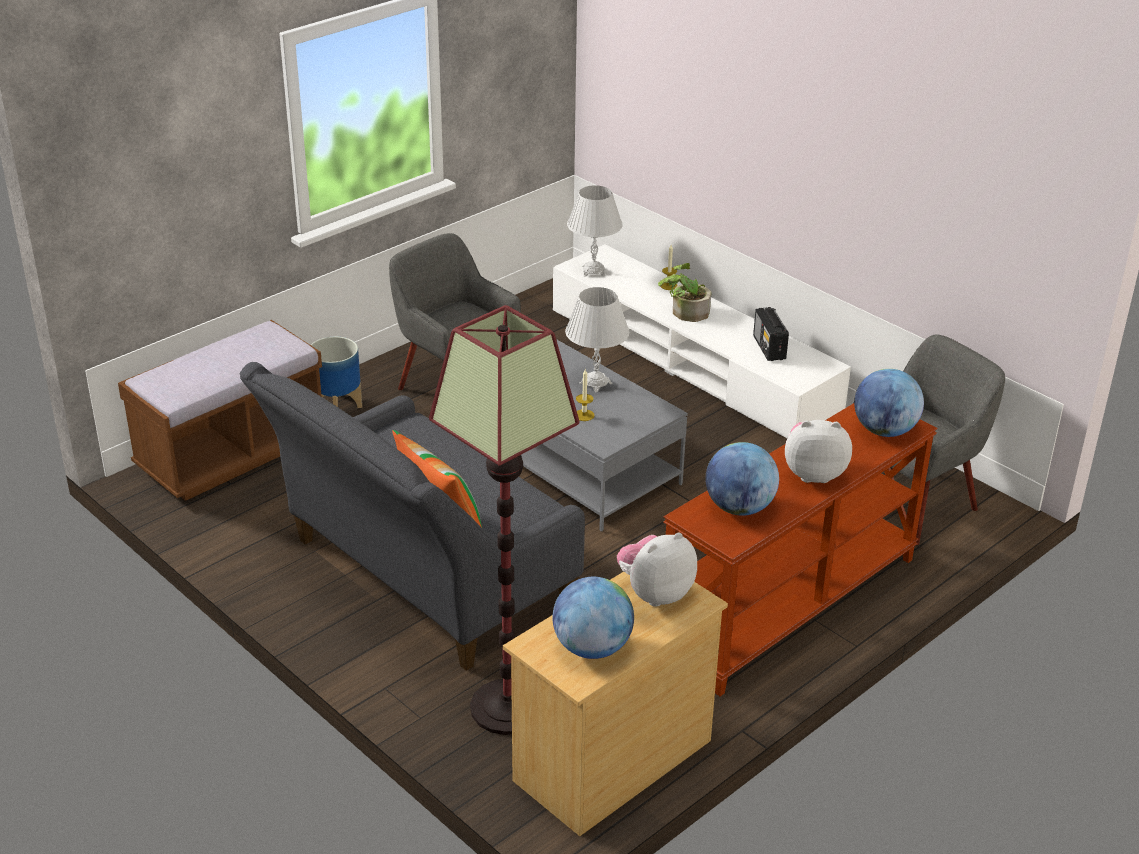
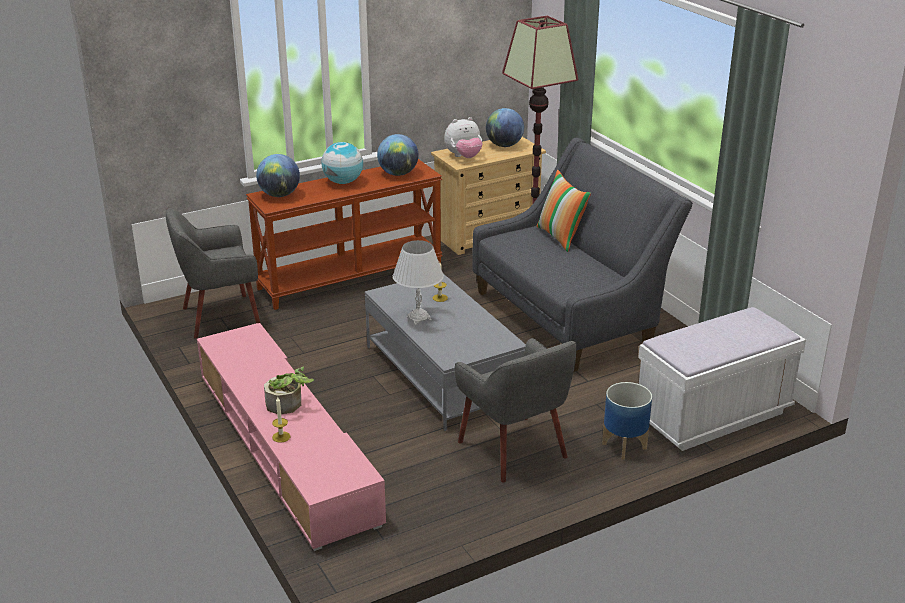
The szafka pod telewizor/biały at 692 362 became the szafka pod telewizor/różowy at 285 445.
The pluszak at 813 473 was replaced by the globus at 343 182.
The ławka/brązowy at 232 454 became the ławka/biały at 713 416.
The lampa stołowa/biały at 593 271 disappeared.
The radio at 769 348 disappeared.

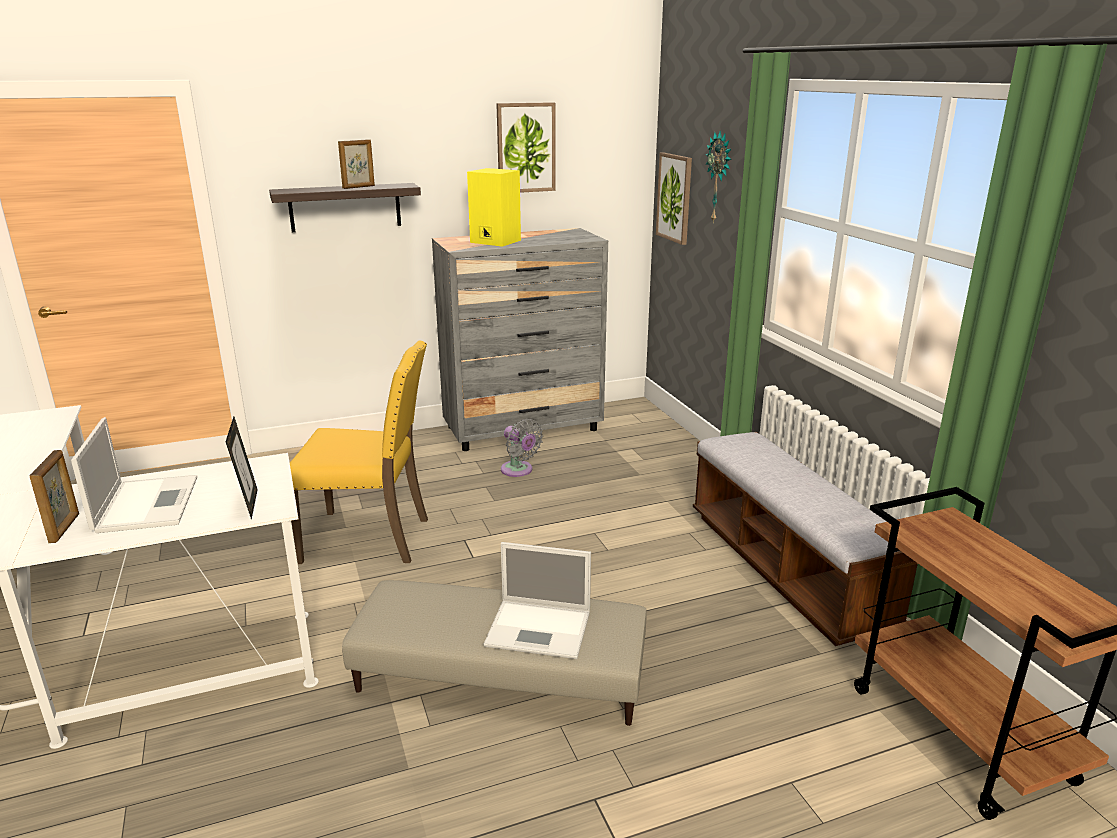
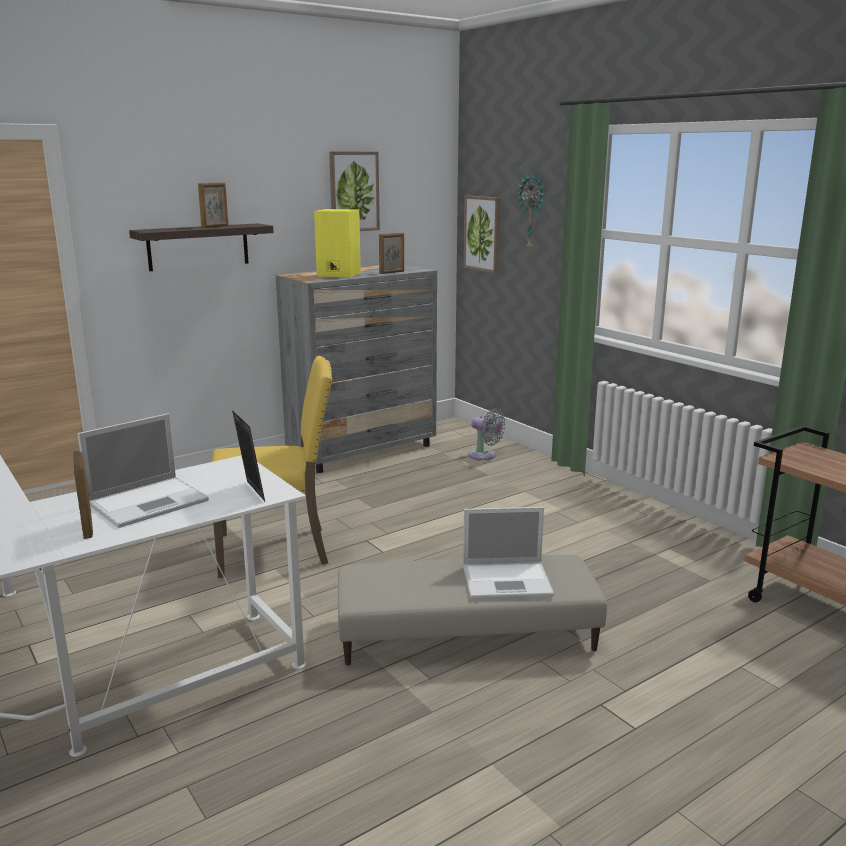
The laptop at 147 503 turned 75 degrees clockwise.
The ramka na zdjęcie at 392 272 appeared.
The wentylator/szary moved from 518 471 to 484 456.
The ławka at 786 568 disappeared.

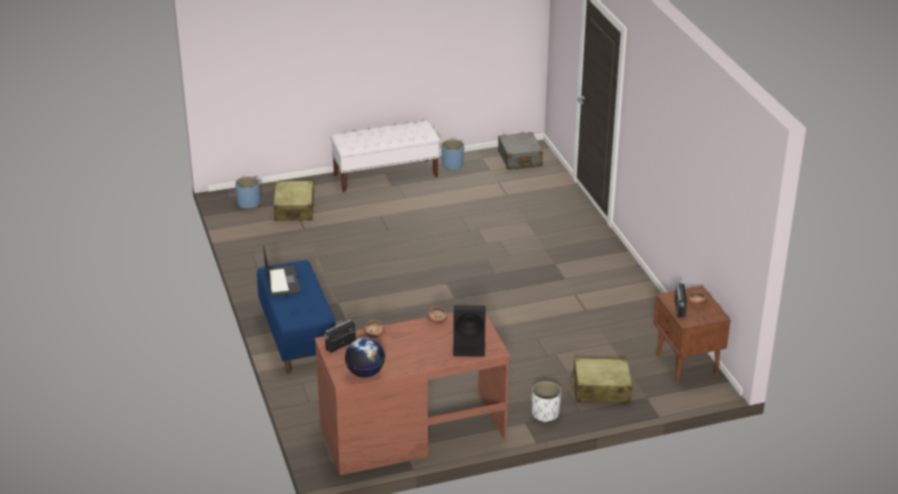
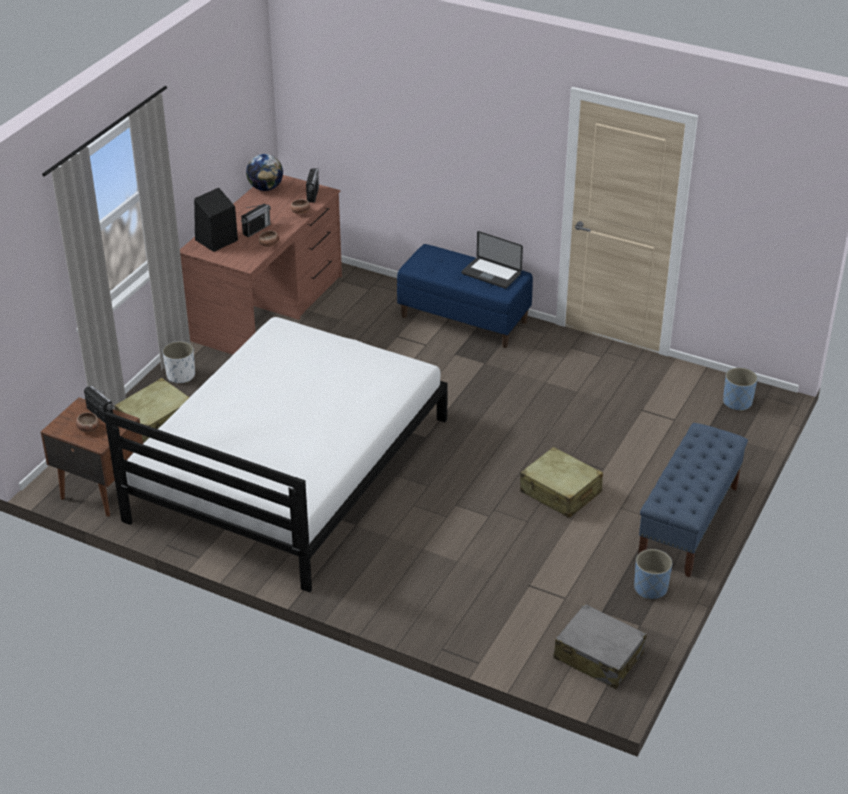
The łóżko/biały at 289 469 appeared.
The radio at 256 229 appeared.
The walizka/beżowy moved from 294 209 to 560 492.
The ławka/biały at 386 175 became the ławka/niebieski at 688 523.

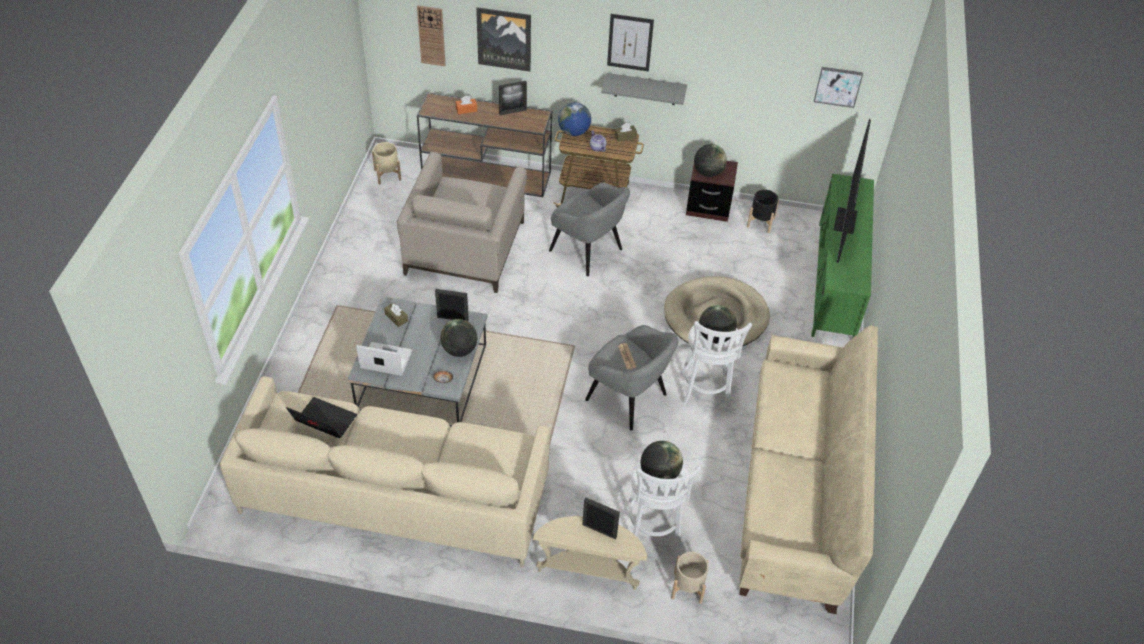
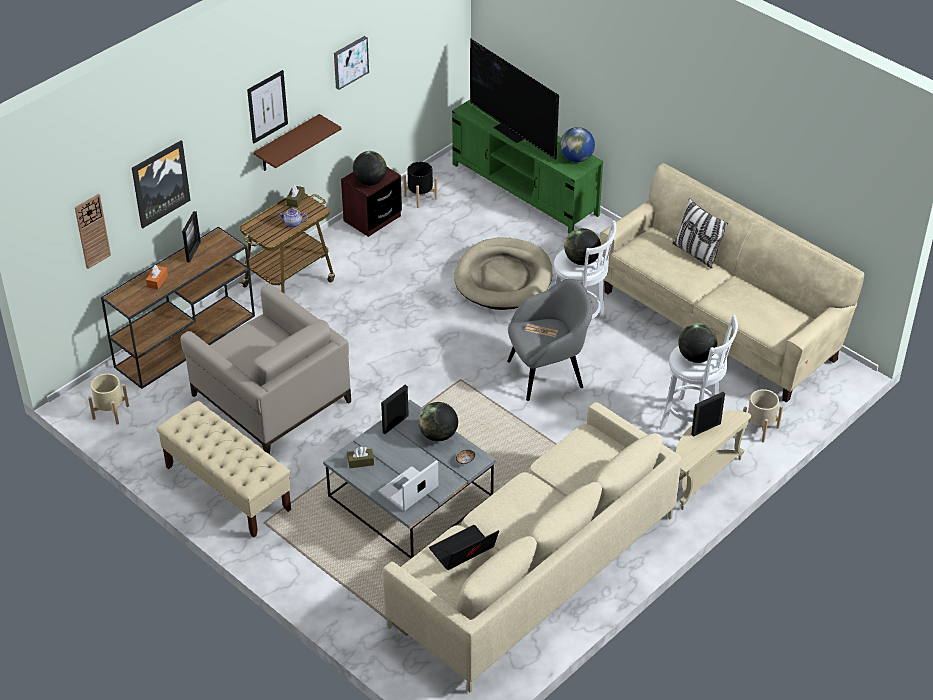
The ławka/beżowy at 227 488 appeared.
The półka/szary at 645 89 became the półka/brązowy at 287 144.
The obraz moved from 838 86 to 350 62.
The globus moved from 574 132 to 576 158.
The poduszka at 696 253 appeared.
The fotel/szary at 587 251 disappeared.

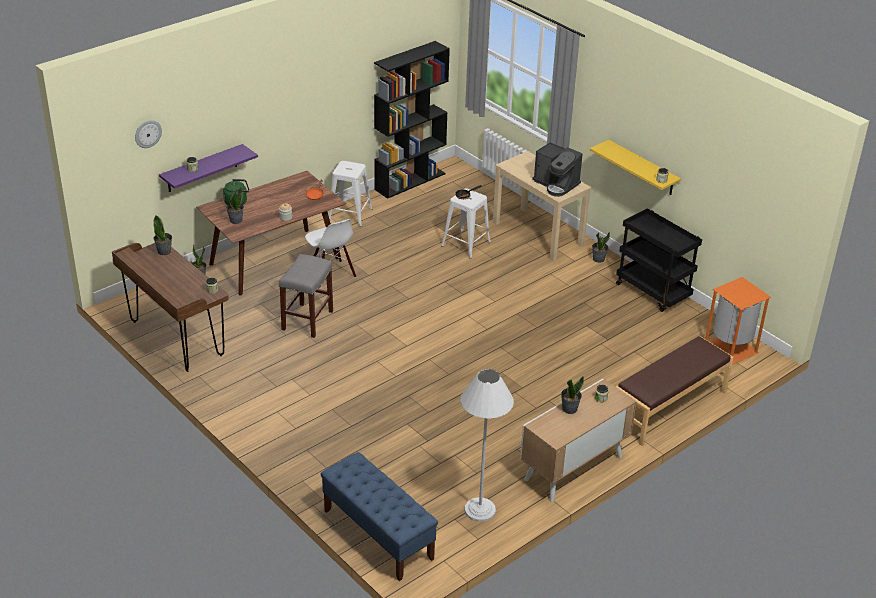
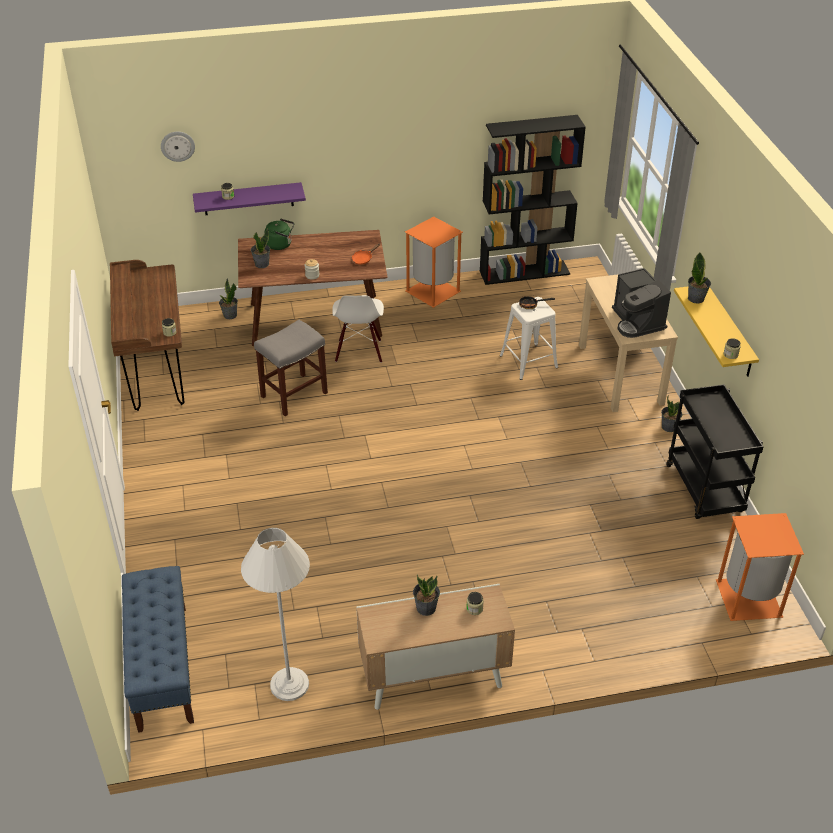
The stołek/biały at 350 214 was replaced by the kosz na śmieci/pomarańczowy at 432 291.
The roślina doniczkowa moved from 164 251 to 696 298.
The ławka/brązowy at 669 408 disappeared.

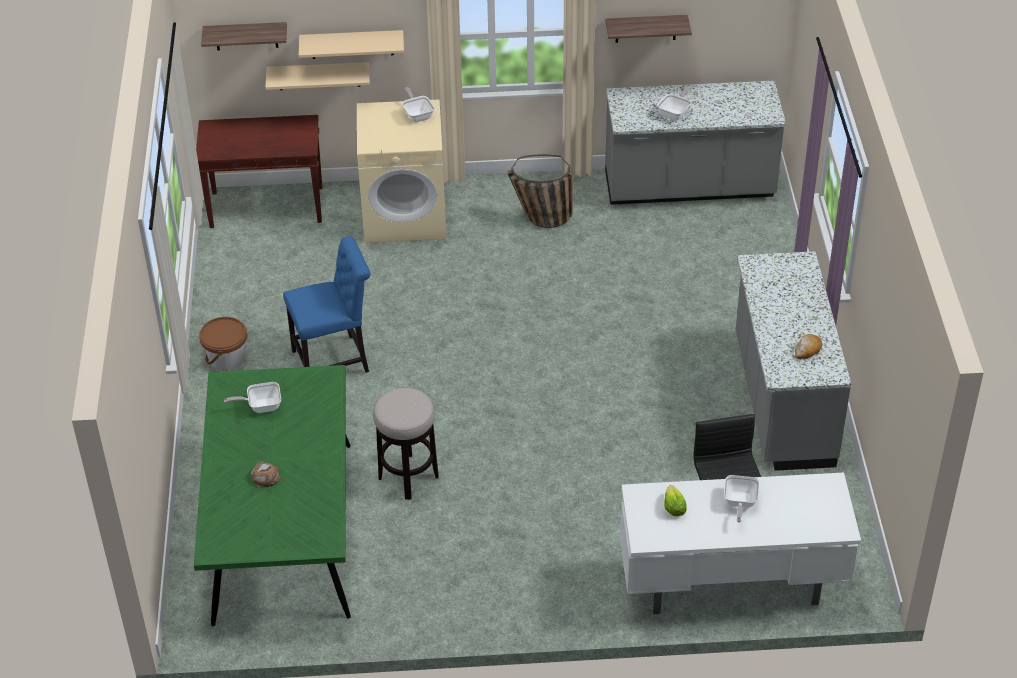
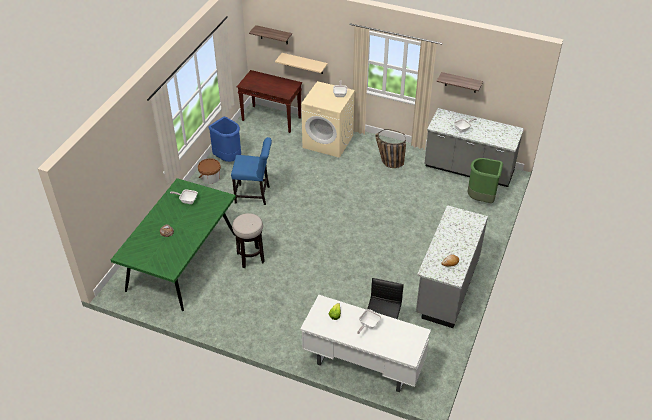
The kosz na śmieci/niebieski at 228 158 appeared.
The kosz na śmieci/zielony at 481 199 appeared.
The półka/beżowy at 352 44 disappeared.

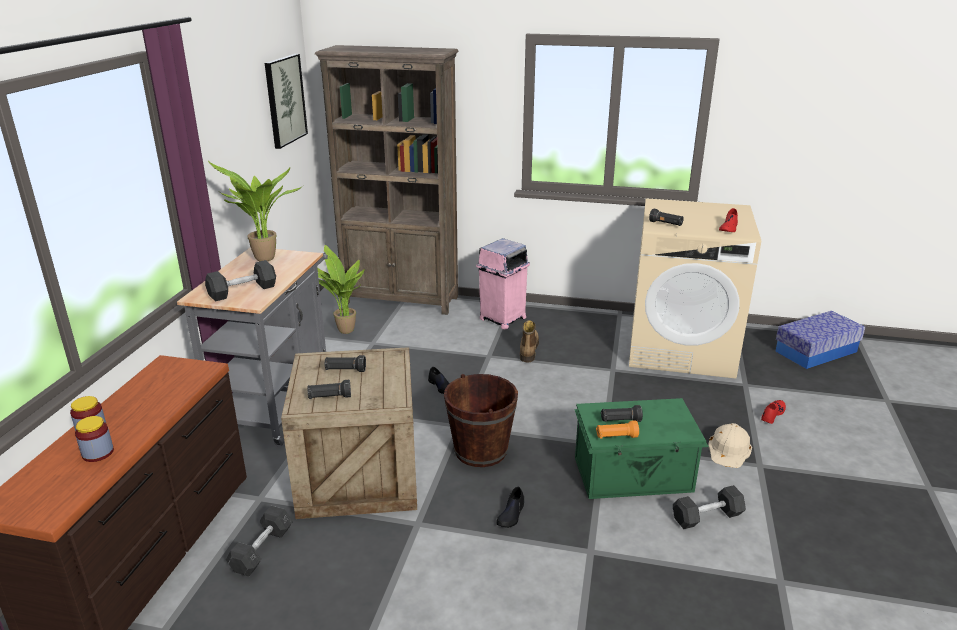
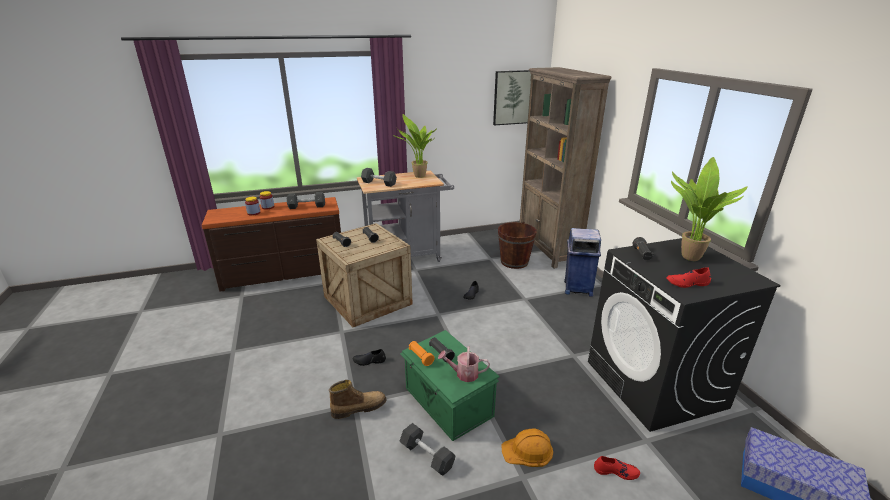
The hantel/szary moved from 262 550 to 307 206.
The but z cholewką moved from 528 350 to 359 408.
The konewka at 463 374 appeared.
The wiadro/brązowy moved from 481 450 to 514 262.
The kask/beżowy at 729 450 became the kask/pomarańczowy at 528 451.
The kosz na śmieci/różowy at 502 319 became the kosz na śmieci/niebieski at 577 288.
The pralka/beżowy at 681 349 became the pralka/czarny at 655 384.
The roślina doniczkowa moved from 343 331 to 687 257.

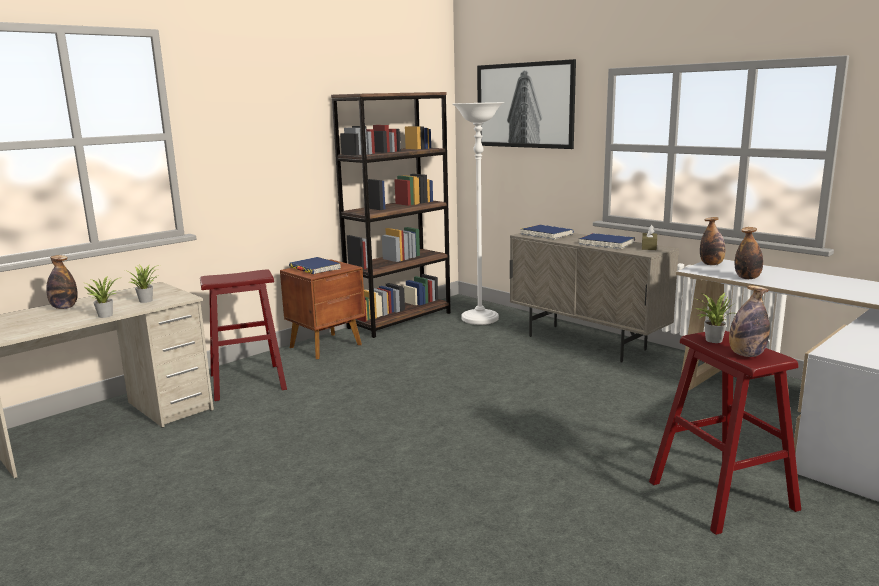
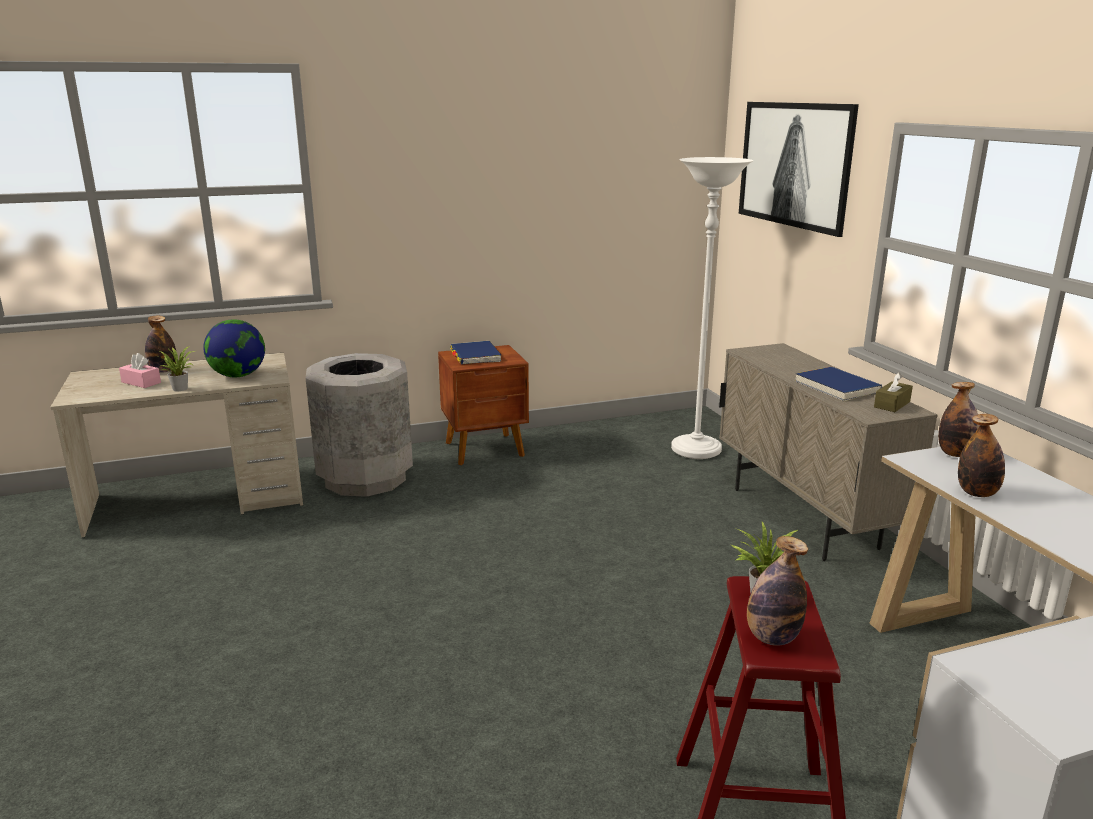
The pudełko chusteczek/różowy at 141 382 appeared.
The roślina doniczkowa at 147 300 was replaced by the globus at 238 375.
The stołek/czerwony at 248 382 was replaced by the kosz na śmieci/szary at 366 478.
The regał/brązowy at 400 320 disappeared.
The książka/niebieski at 546 234 disappeared.

